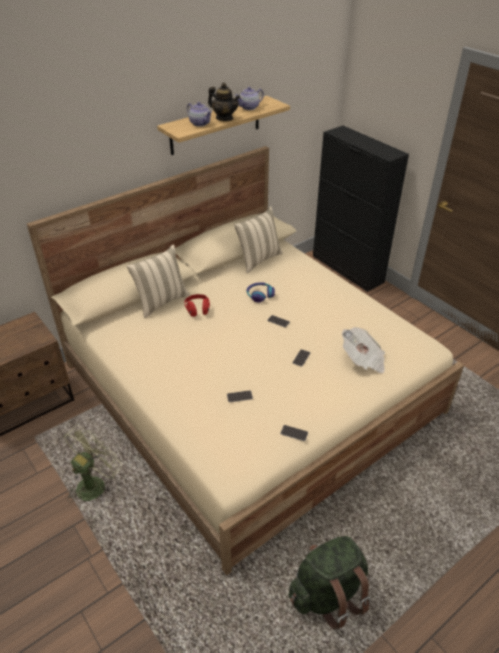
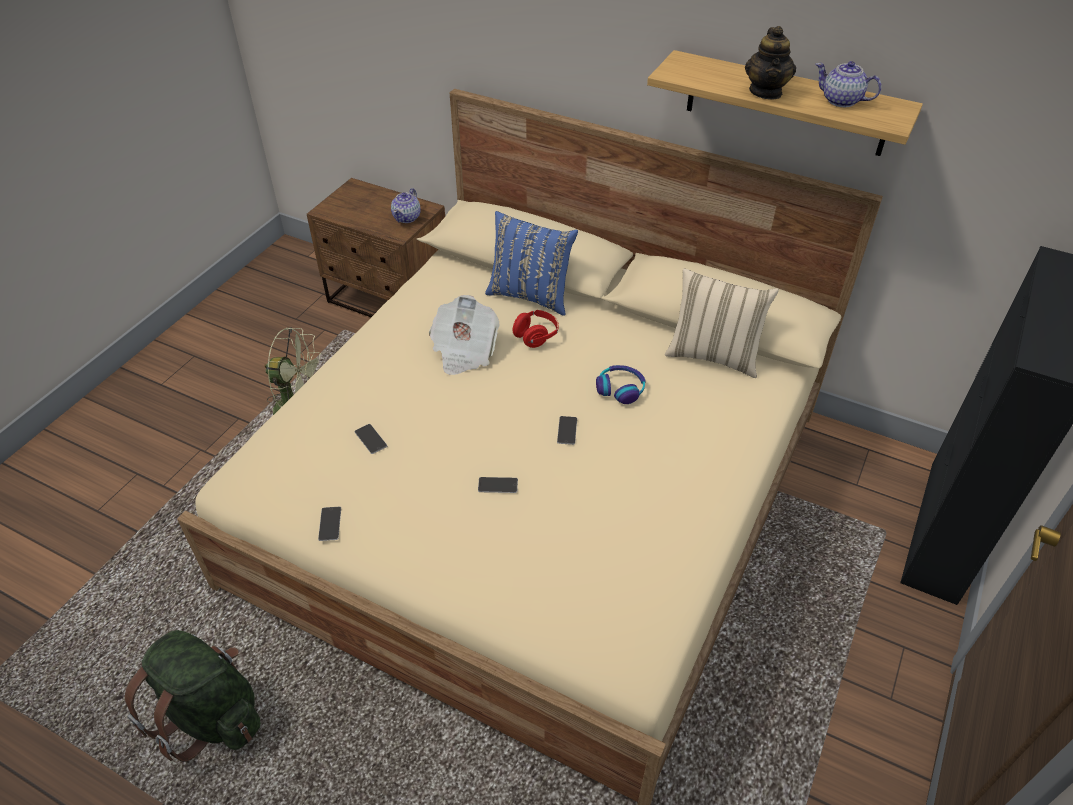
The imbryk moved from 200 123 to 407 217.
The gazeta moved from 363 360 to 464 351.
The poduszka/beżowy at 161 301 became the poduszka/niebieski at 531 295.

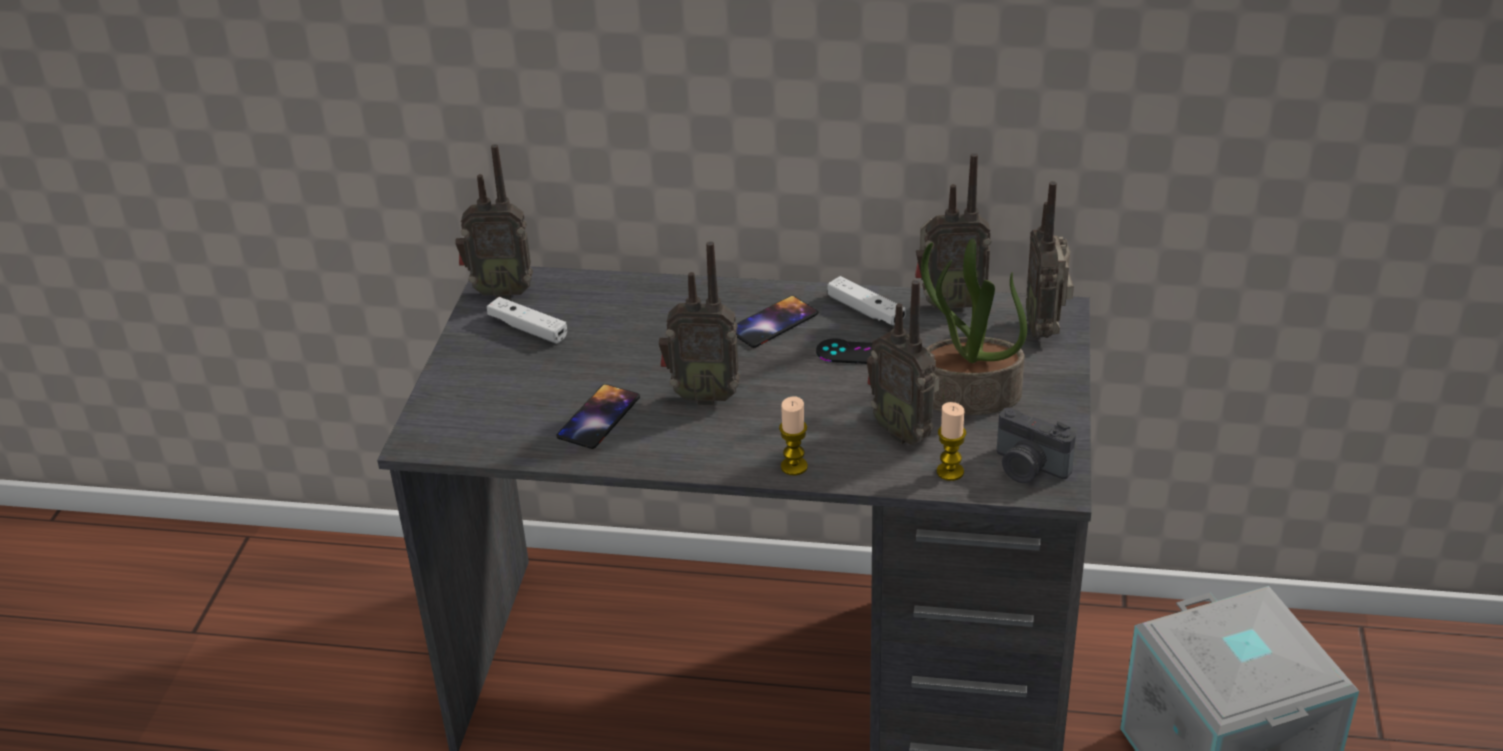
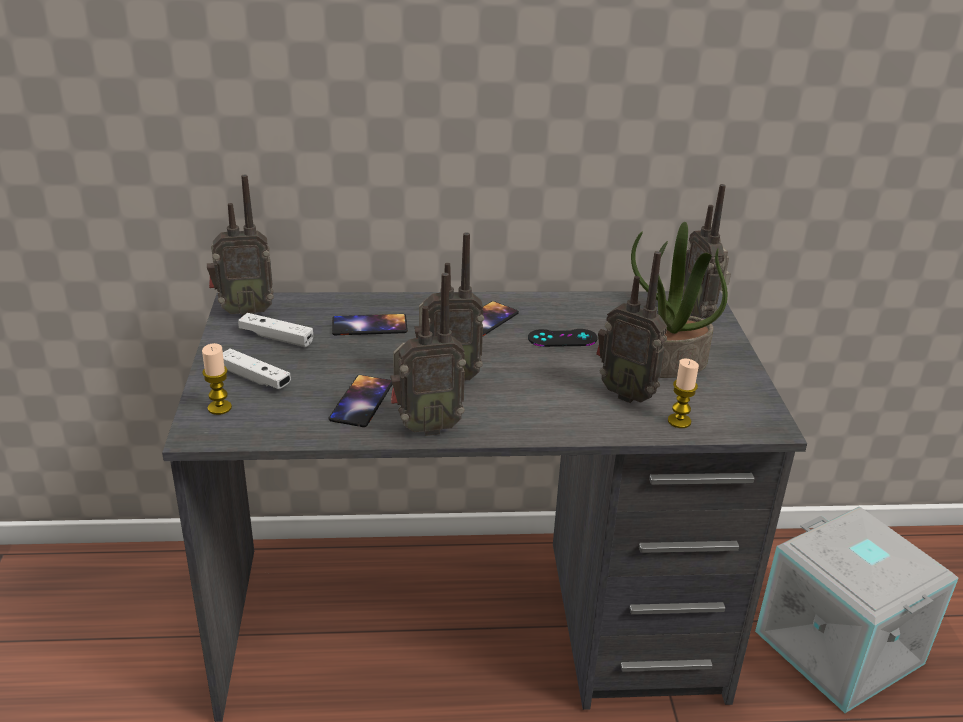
The świeca moved from 794 466 to 219 408.
The pad do gier/biały moved from 865 310 to 254 378.
The telefon at 369 325 appeared.
The radio moved from 949 304 to 425 427.
The aparat fotograficzny at 1028 468 disappeared.

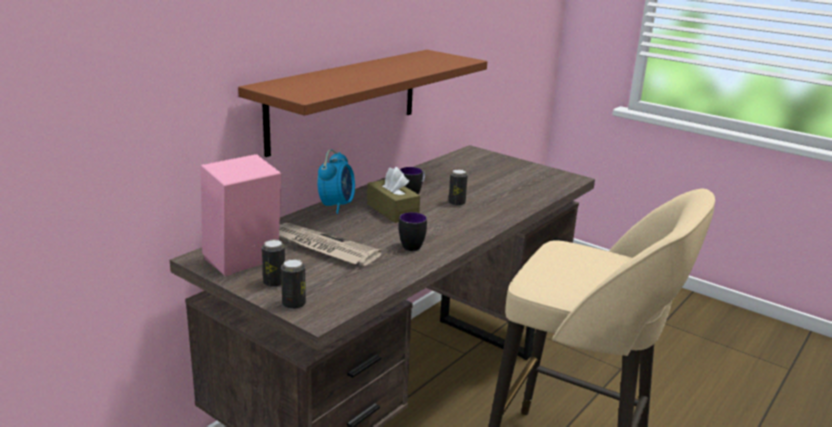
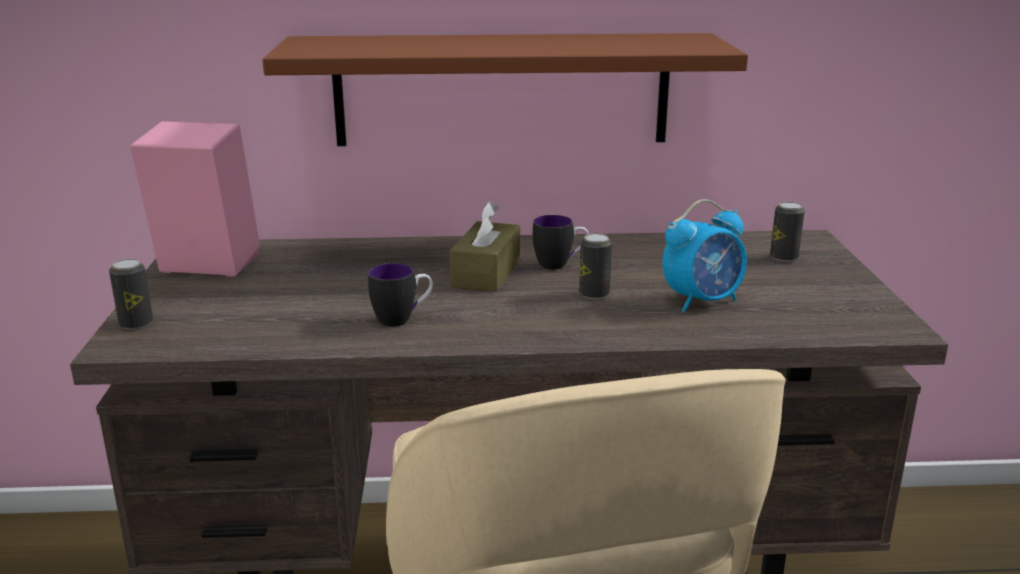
The budzik moved from 337 206 to 703 301.
The puszka moved from 274 282 to 783 257.
The gazeta at 321 247 disappeared.

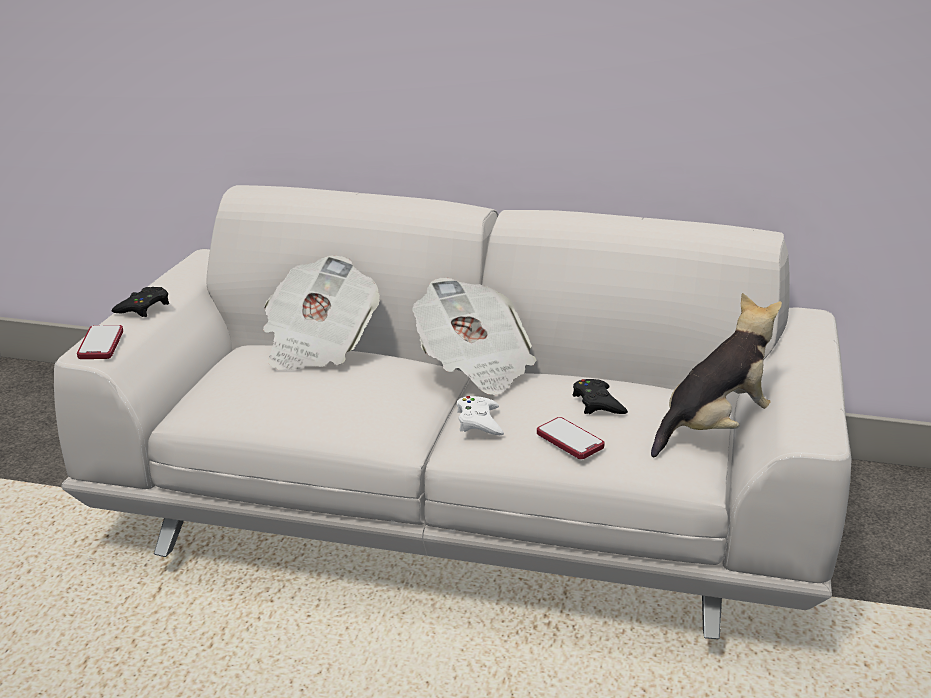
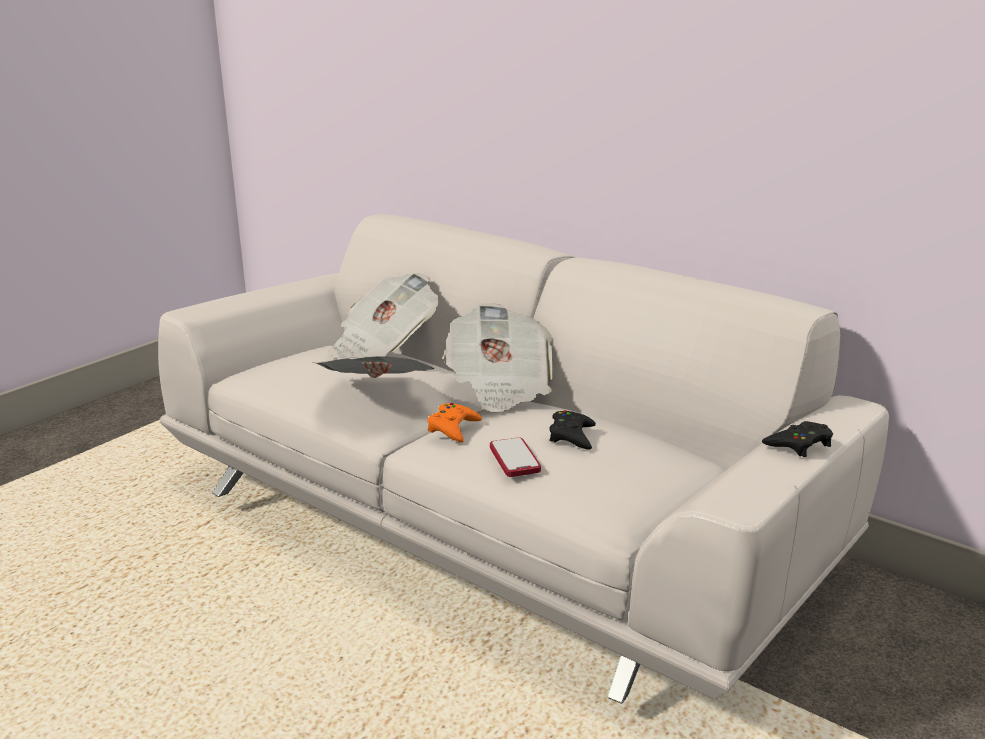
The gazeta at 377 396 appeared.
The pad do gier/biały at 479 421 became the pad do gier/pomarańczowy at 453 428.
The pad do gier/czarny moved from 143 307 to 799 444.
The telefon at 100 344 disappeared.
The pluszak at 714 427 disappeared.

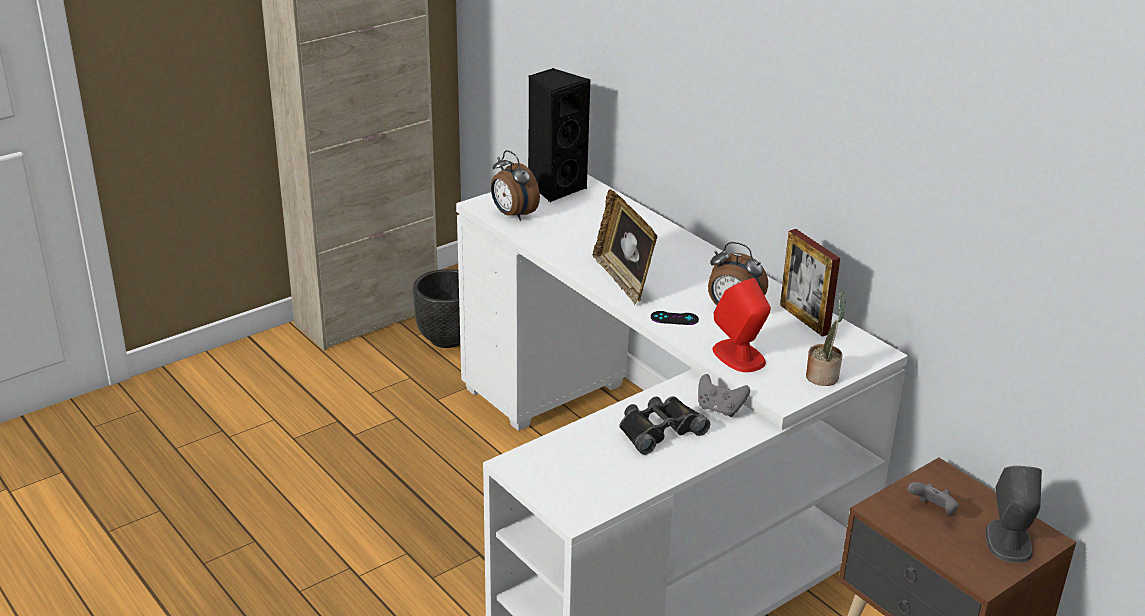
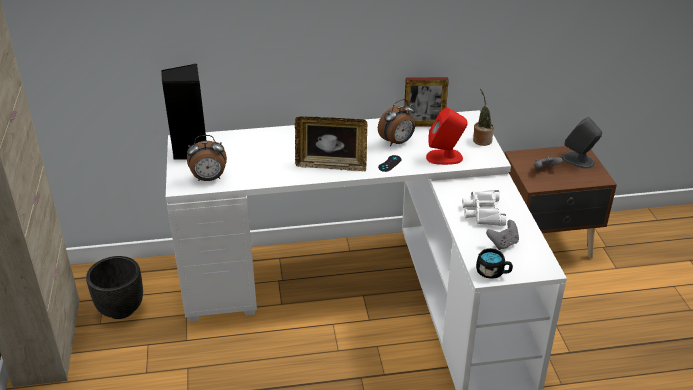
The lornetka/czarny at 659 429 became the lornetka/biały at 483 212.
The kubek/czarny at 493 272 appeared.
The pad do gier/szary moved from 719 409 to 503 243.

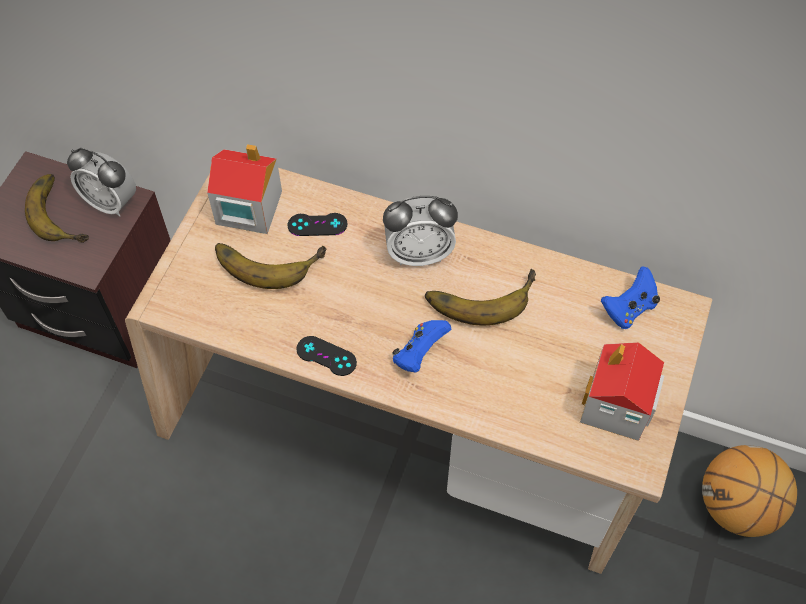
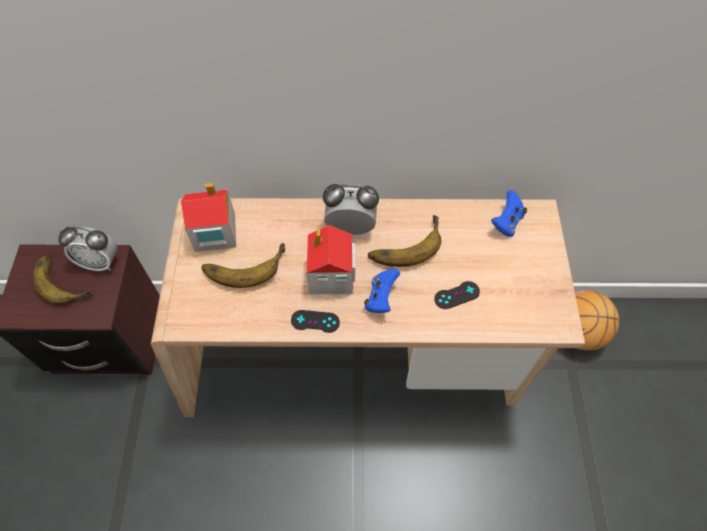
The domek moved from 616 406 to 331 276.
The budzik at 419 253 turned 150 degrees counterclockwise.
The pad do gier/czarny moved from 317 225 to 457 295.

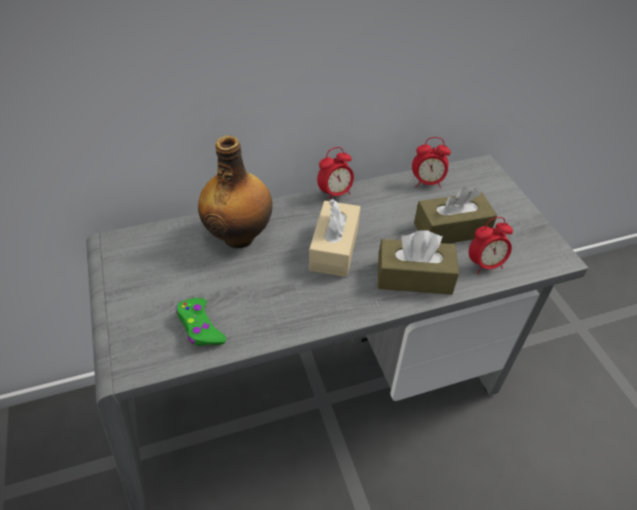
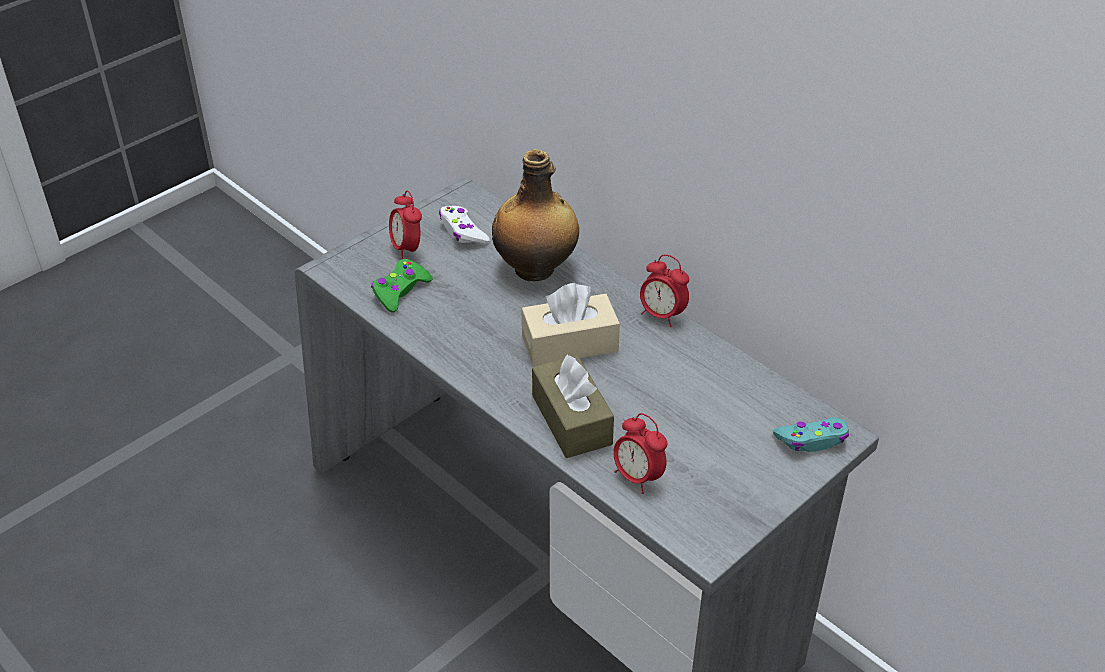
The budzik moved from 427 183 to 407 249.
The pad do gier/biały at 463 232 appeared.
The pad do gier/turkusowy at 812 440 appeared.
The pudełko chusteczek/brązowy at 451 229 disappeared.

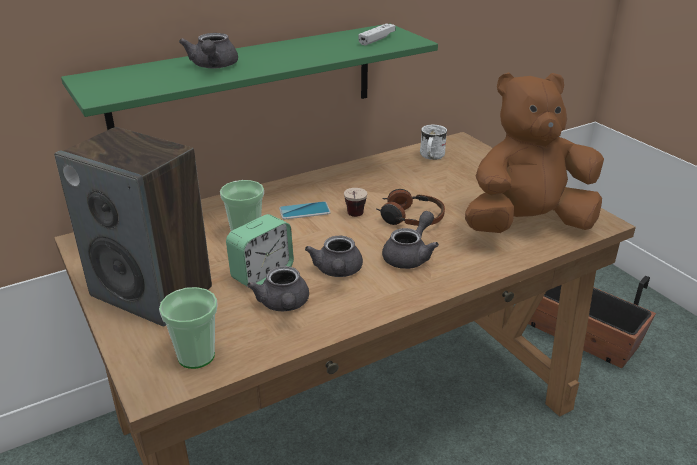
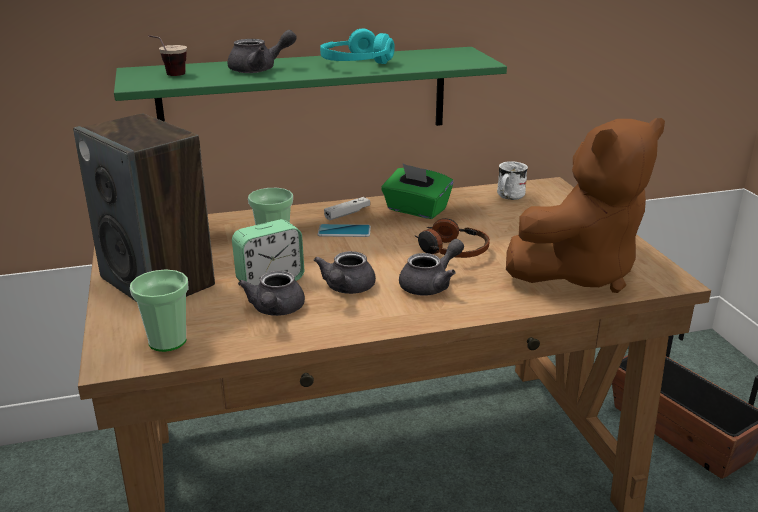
The filiżanka moved from 354 218 to 169 77.
The imbryk/szary at 213 66 turned 120 degrees counterclockwise.
The słuchawki/turkusowy at 356 64 appeared.
The pad do gier/biały moved from 377 39 to 347 213.
The pudełko chusteczek/zielony at 416 210 appeared.
The pluszak/brązowy at 526 225 turned 150 degrees clockwise.

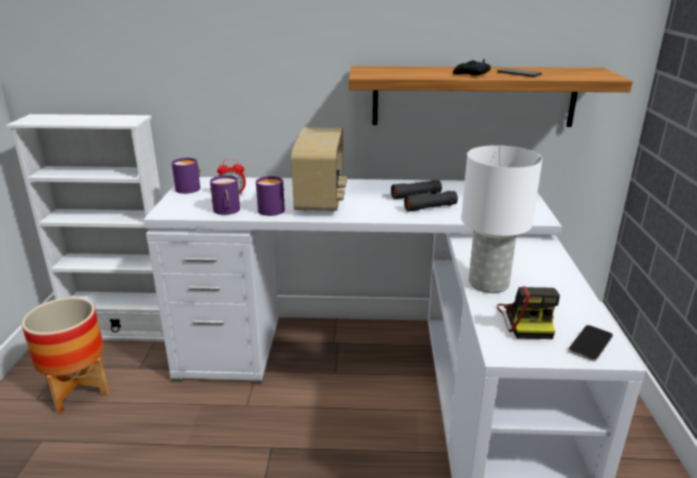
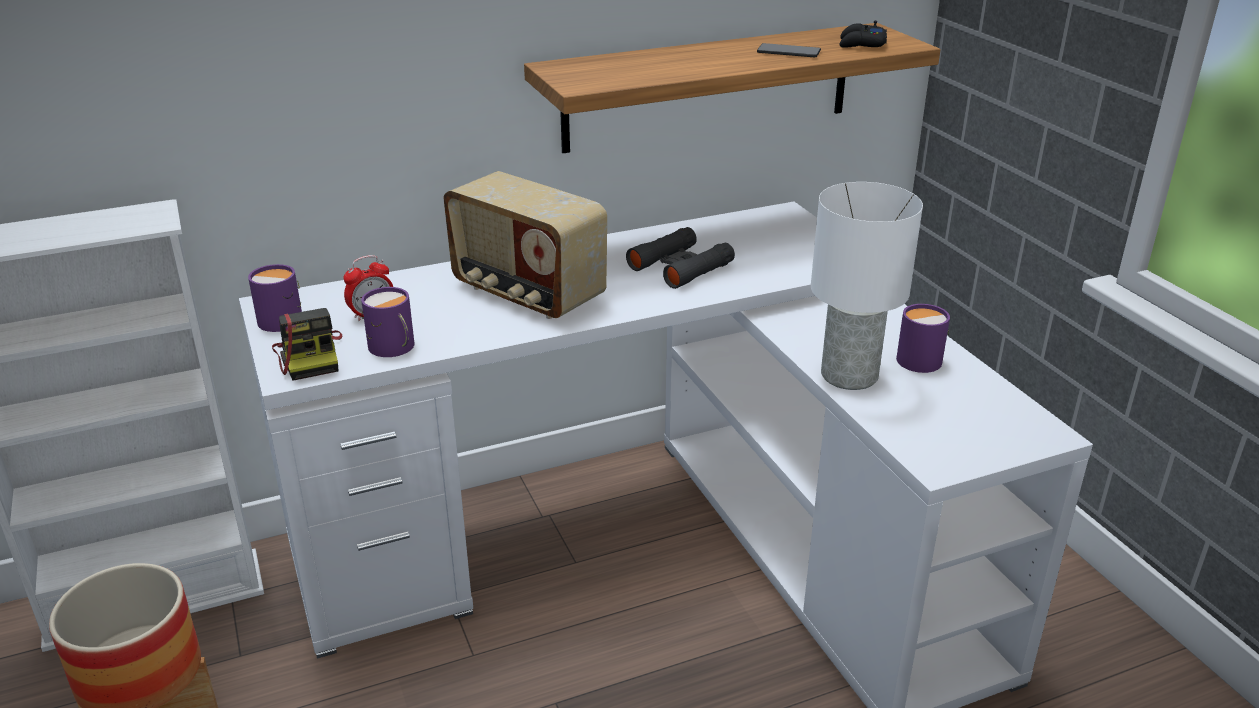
The aparat fotograficzny moved from 527 320 to 310 356.
The radio at 321 199 turned 150 degrees clockwise.
The pad do gier/czarny moved from 471 74 to 861 44.
The kubek/fioletowy moved from 272 209 to 917 358.
The telefon at 590 343 disappeared.

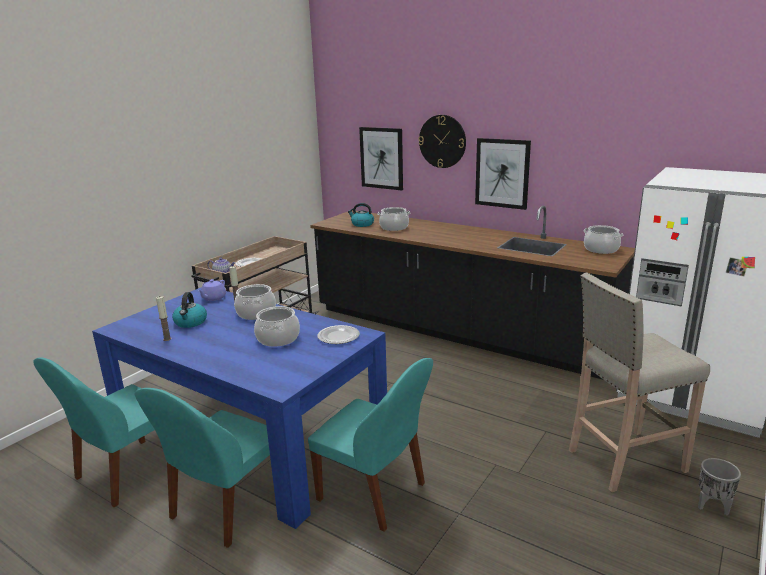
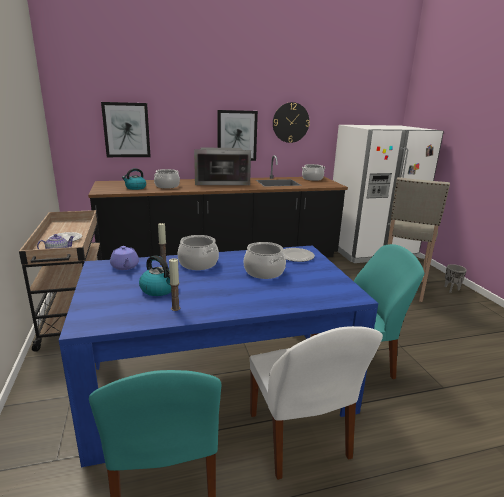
The mikrofalówka at 221 182 appeared.
The krzesło/turkusowy at 226 508 became the krzesło/biały at 299 438.
The zegar ścienny moved from 442 141 to 290 122.

